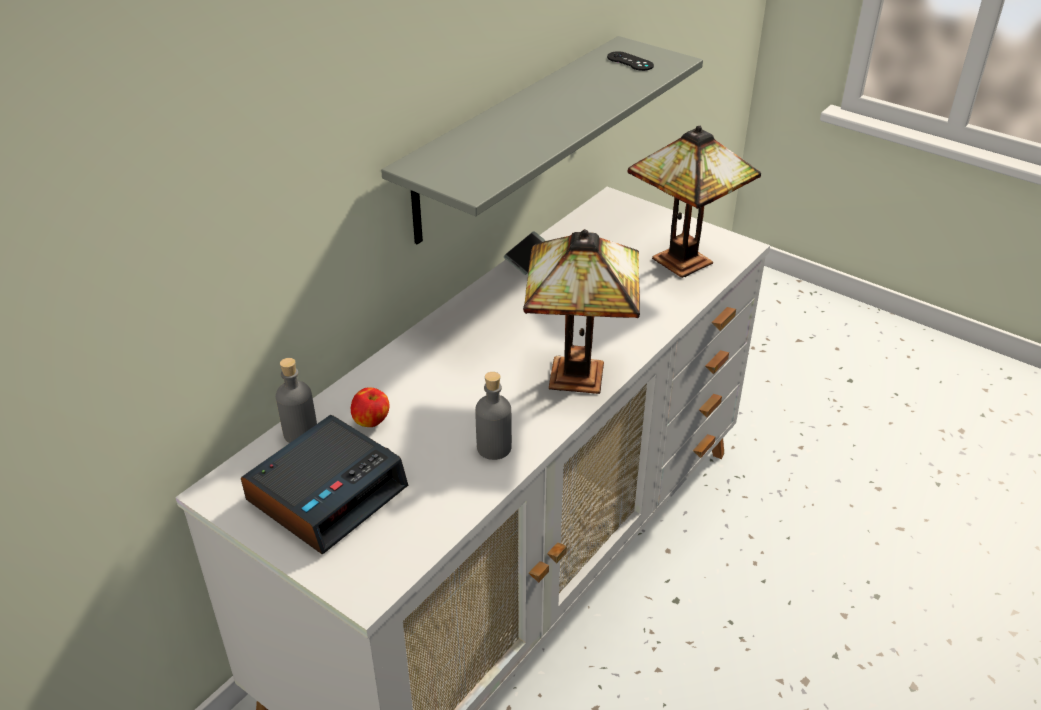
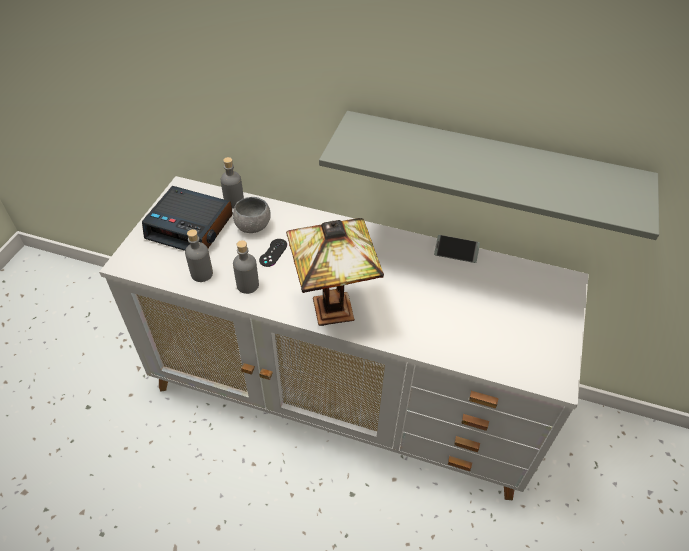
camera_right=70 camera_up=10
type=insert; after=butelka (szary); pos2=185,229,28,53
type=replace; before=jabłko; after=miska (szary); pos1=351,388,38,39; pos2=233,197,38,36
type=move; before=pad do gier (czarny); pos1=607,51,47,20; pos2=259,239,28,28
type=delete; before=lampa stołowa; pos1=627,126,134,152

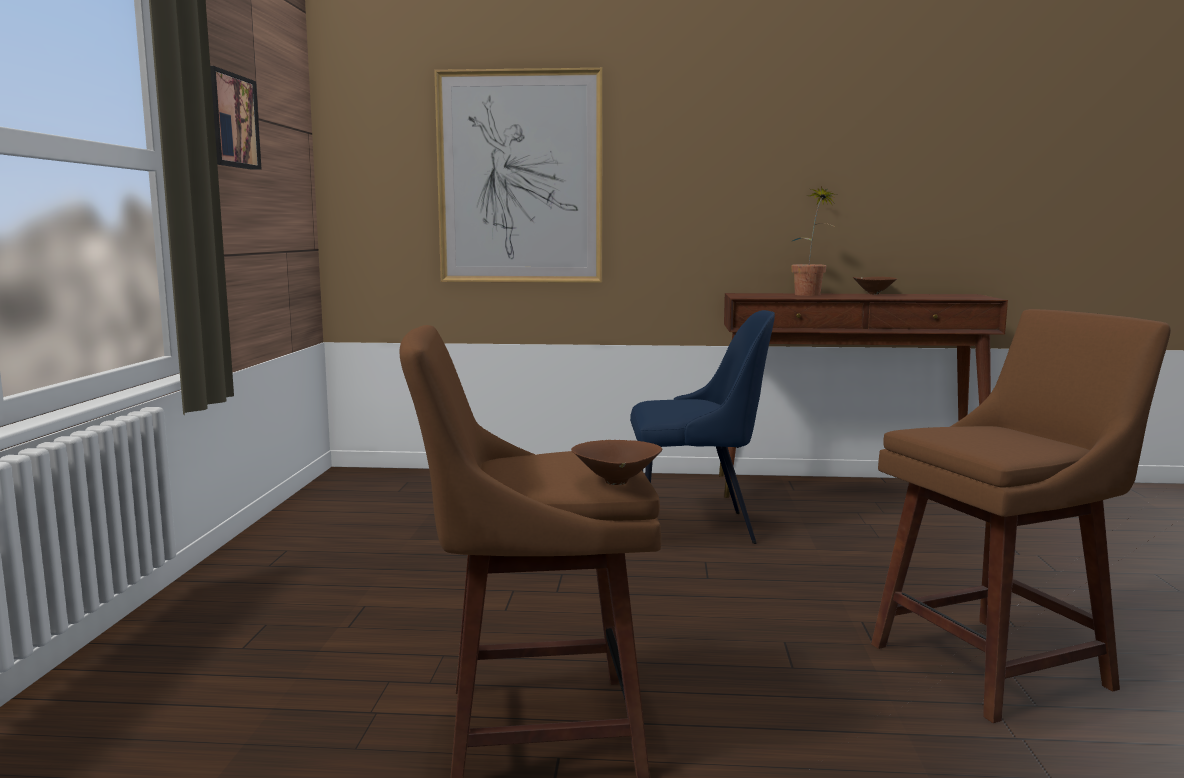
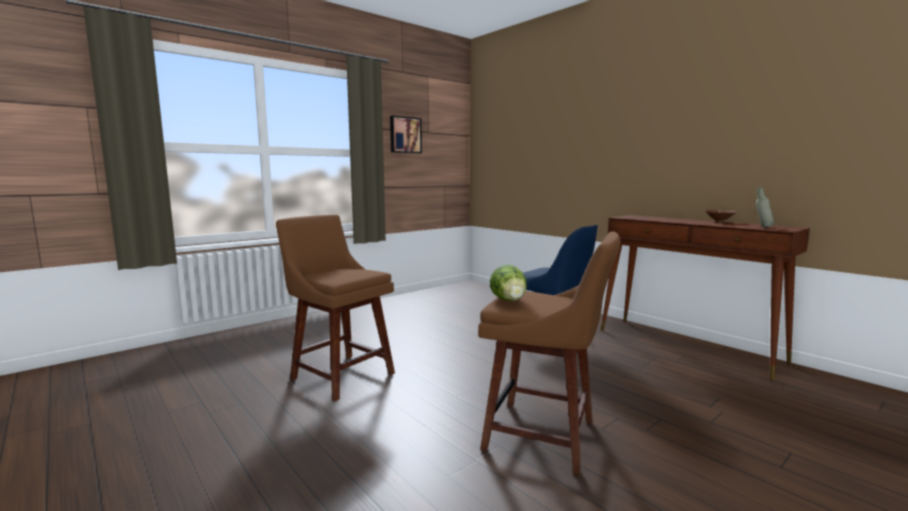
camera_right=45 camera_up=0
type=insert; after=sałata; pos2=490,265,37,36
type=insert; after=butelka (szary); pos2=756,188,18,40
type=delete; before=obraz; pos1=434,68,169,215
type=delete; before=miska (brązowy); pos1=571,440,91,45
type=delete; before=roślina doniczkowa; pos1=791,186,46,110

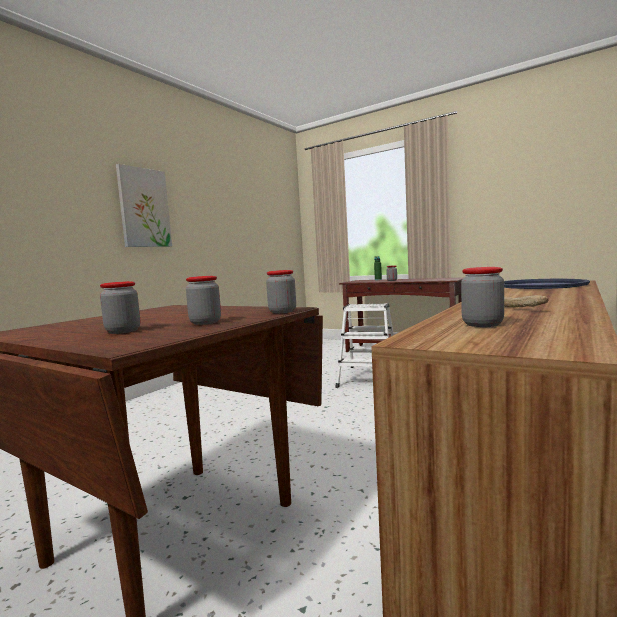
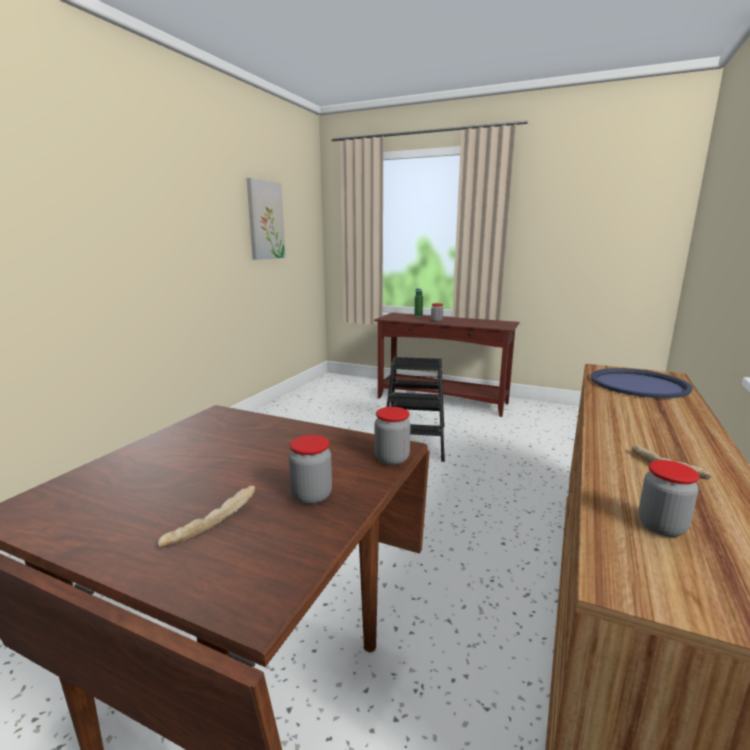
camera_right=-10 camera_up=10
type=replace; before=słoik; after=chleb; pos1=100,281,40,53; pos2=157,486,98,61
type=move; before=obraz; pos1=116,164,56,83; pos2=247,178,39,82
type=recolor; before=drabinka (biały); after=drabinka (czarny); pos1=335,303,59,85; pos2=386,357,59,105

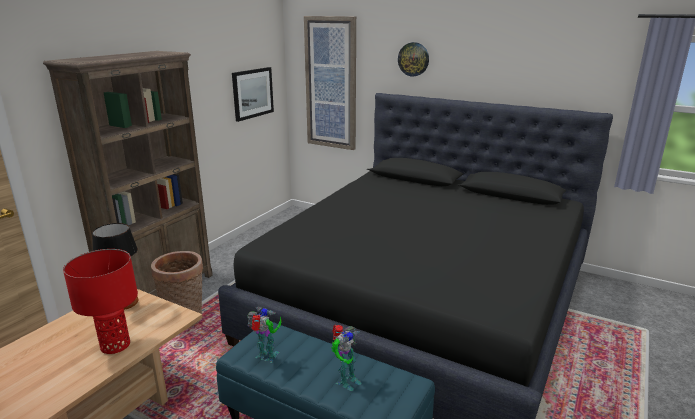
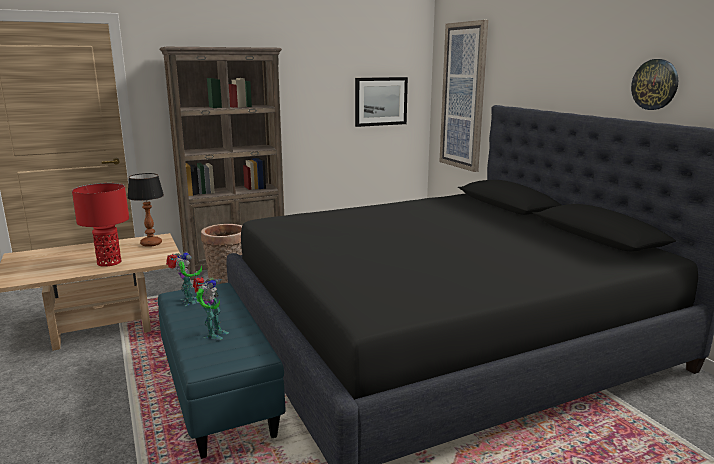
camera_right=35 camera_up=-5
type=rotate; before=robot zabawkowy; pos1=331,324,31,67; pos2=193,277,36,63; turn=-60
type=move; before=zegar ścienny; pos1=398,42,31,35; pos2=631,59,47,51

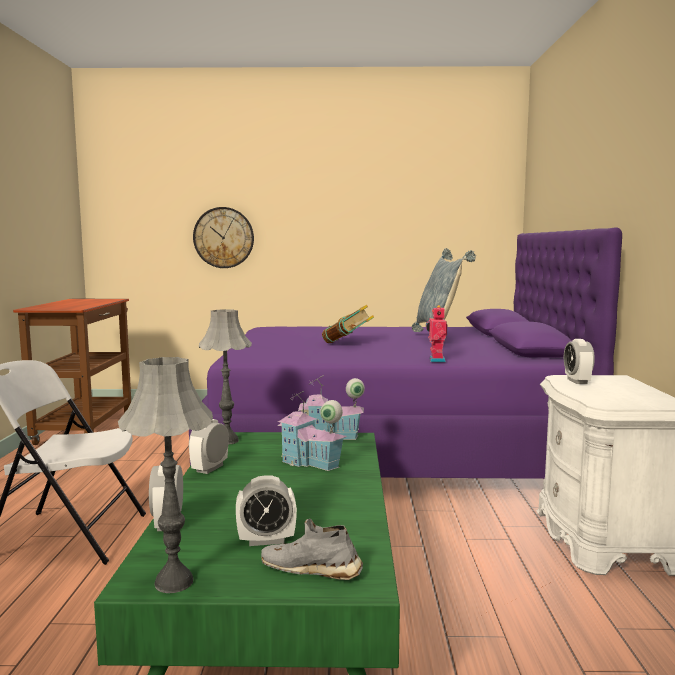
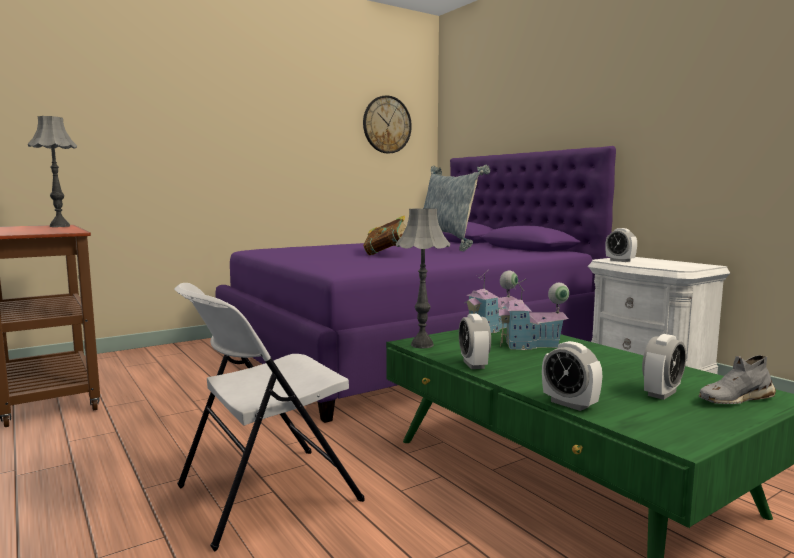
camera_right=-35 camera_up=0
type=move; before=lampa stołowa (szary); pos1=118,357,95,236; pos2=28,116,49,111
type=move; before=zegar ścienny; pos1=193,207,61,61; pos2=363,95,49,59
type=delete; before=robot zabawkowy; pos1=426,305,21,57

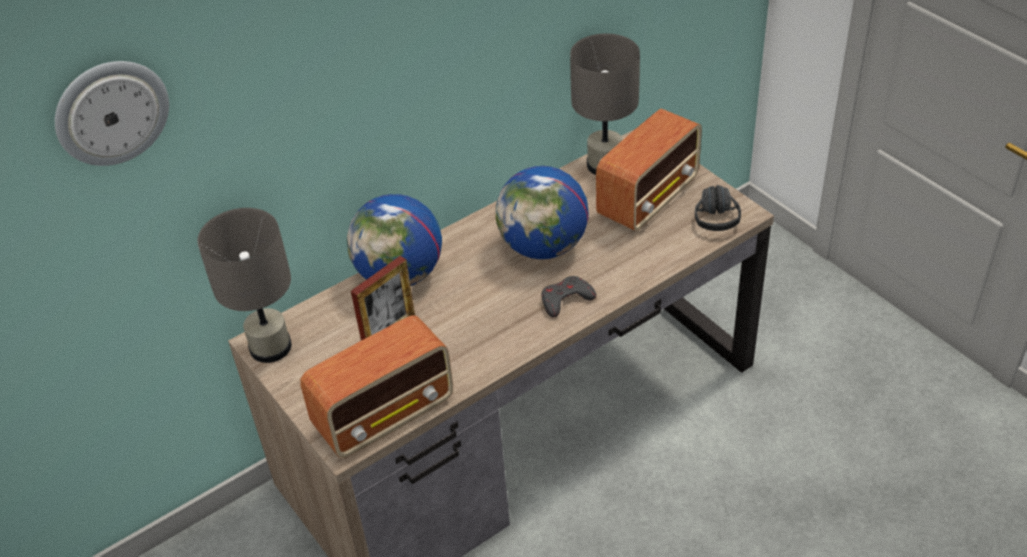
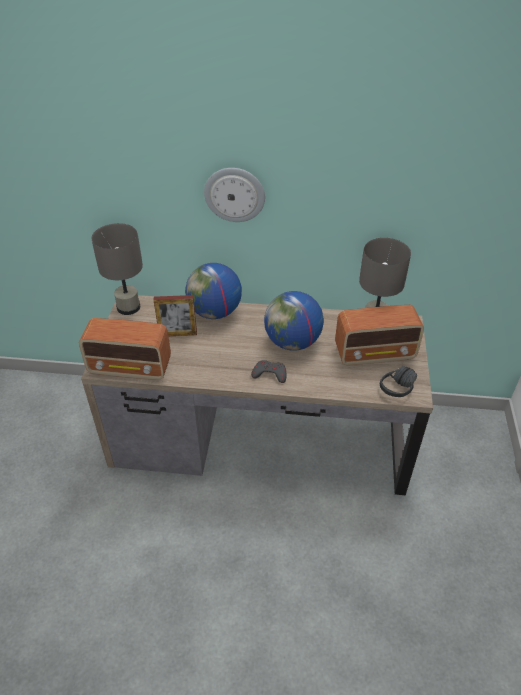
camera_right=40 camera_up=0
type=move; before=zegar ścienny; pos1=55,61,114,105; pos2=204,168,61,54

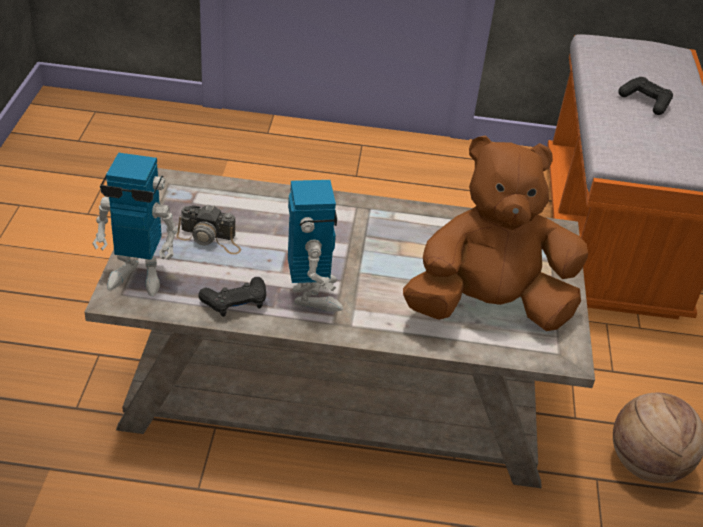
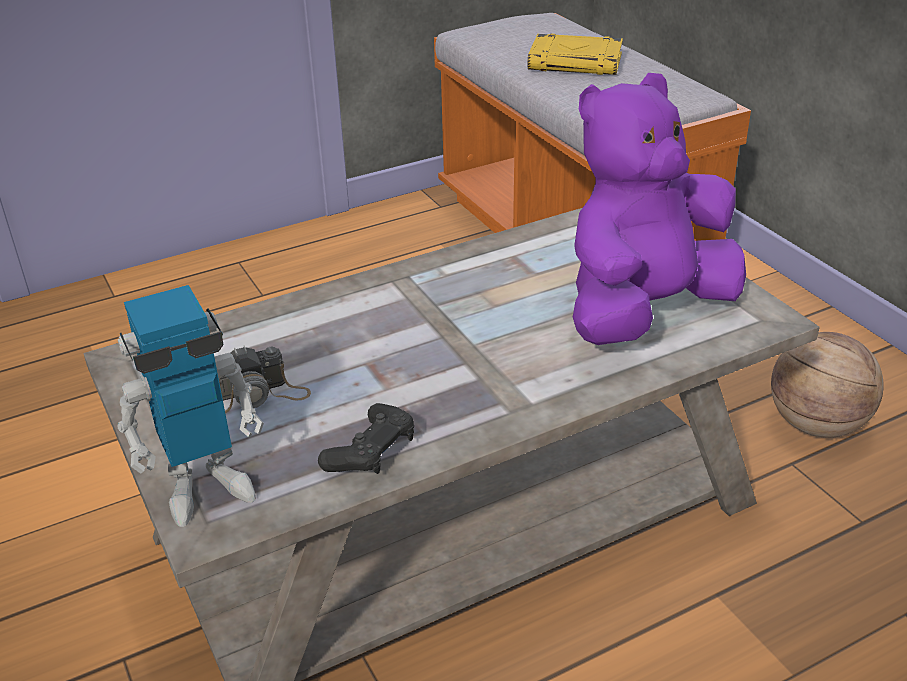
camera_right=-30 camera_up=-5
type=replace; before=pad do gier (czarny); after=książka (żółty); pos1=618,77,55,38; pos2=527,34,96,41
type=recolor; before=pluszak (brązowy); after=pluszak (fioletowy); pos1=403,135,185,196; pos2=573,73,173,272
type=delete; before=robot zabawkowy; pos1=288,180,55,132

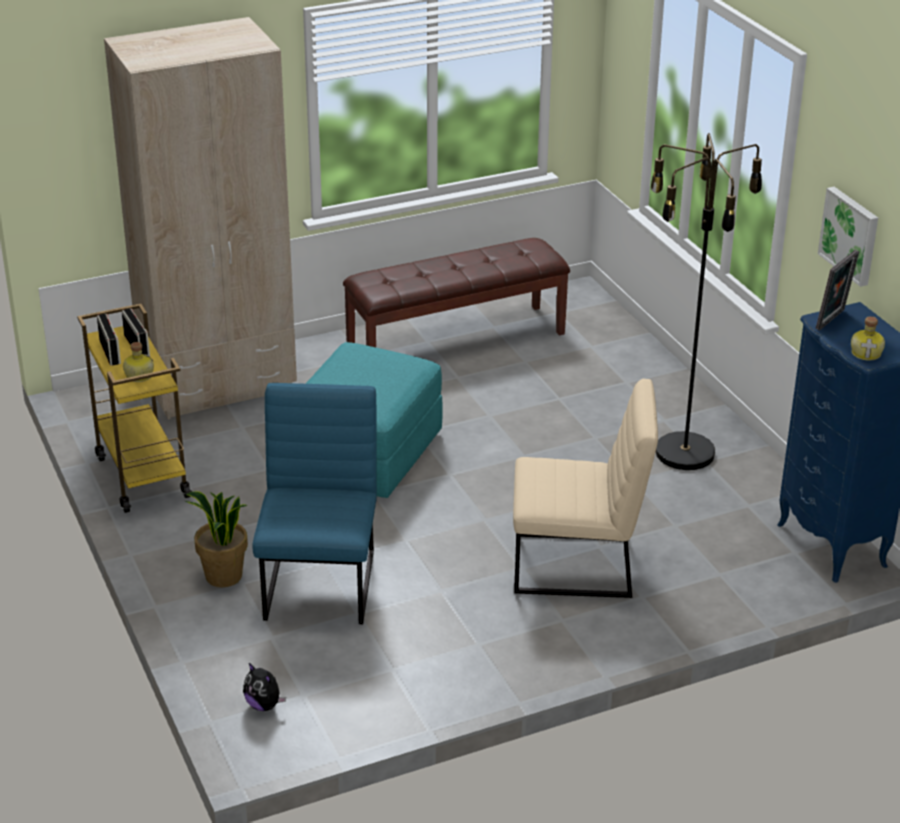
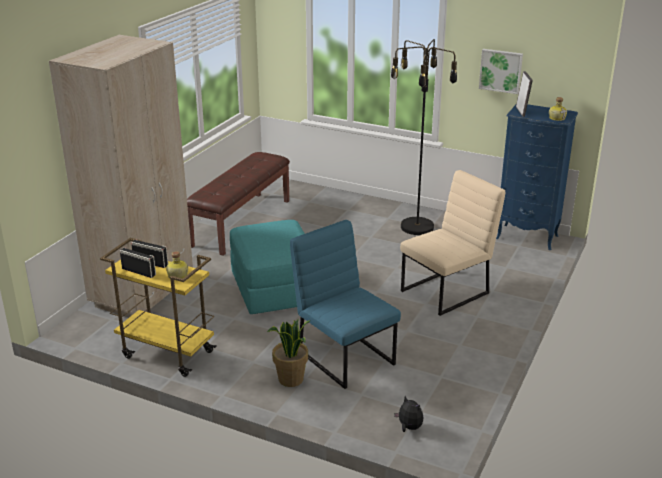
camera_right=-40 camera_up=-5
type=rotate; before=pluszak; pos1=243,663,43,48; pos2=394,396,29,36; turn=-135

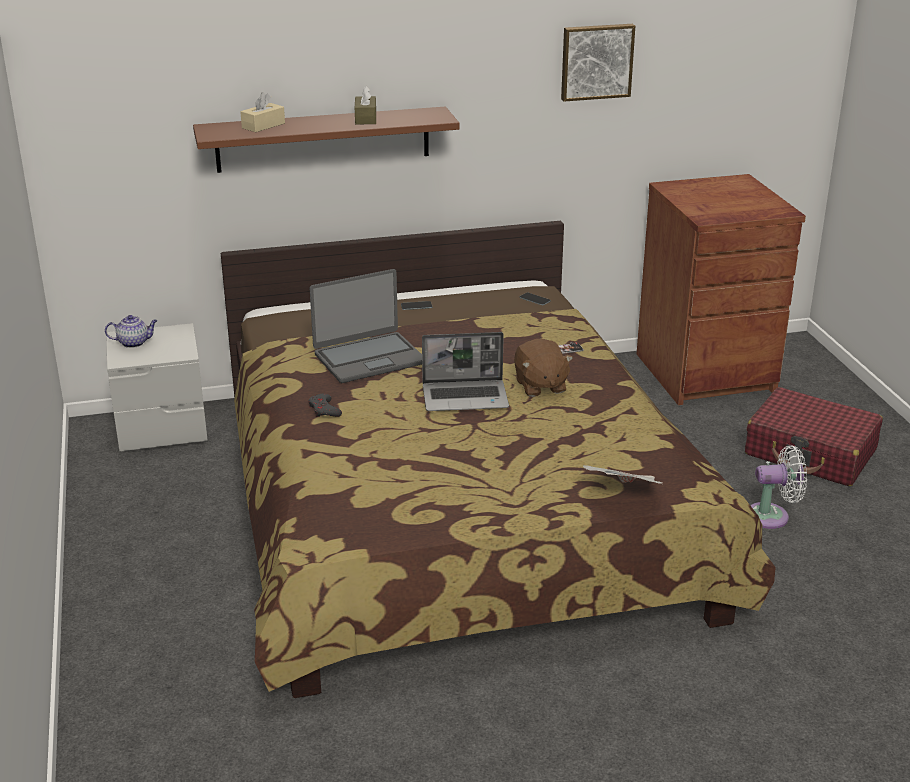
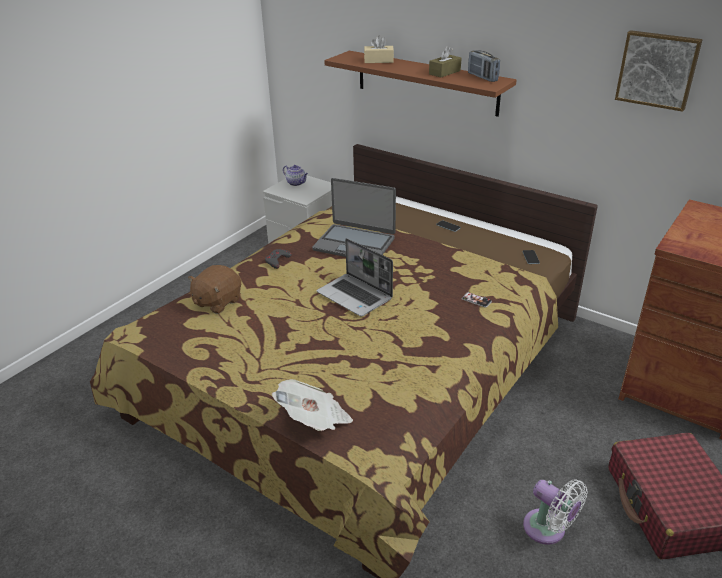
camera_right=50 camera_up=5
type=move; before=pluszak (brązowy); pos1=514,339,59,58; pos2=188,265,53,49
type=insert; after=radio; pos2=468,50,32,32

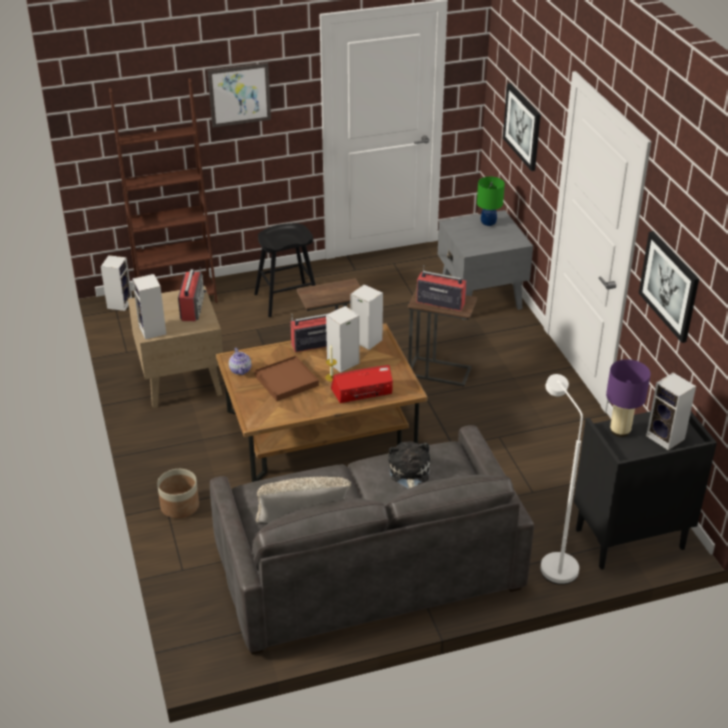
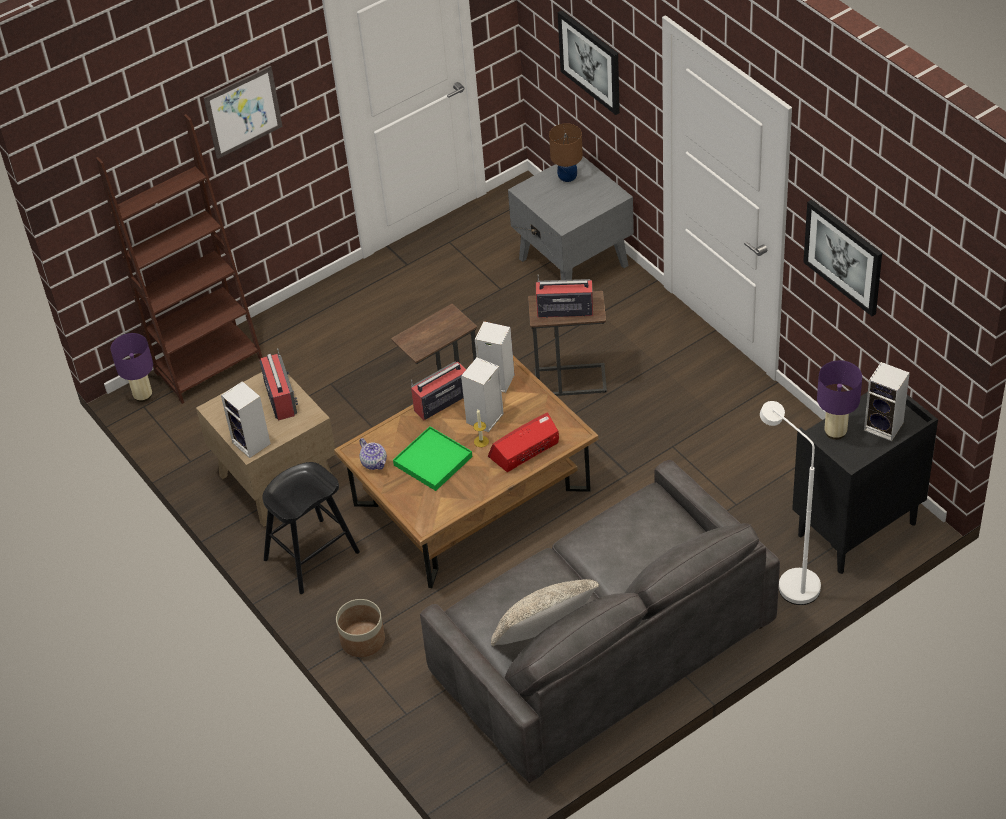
camera_right=-15 camera_up=10
type=replace; before=głośnik; after=lampa stołowa (fioletowy); pos1=101,255,31,56; pos2=111,333,42,69
type=move; before=stołek (czarny); pos1=254,223,62,94; pos2=262,462,98,132
type=recolor; before=taca (brązowy); after=taca (zielony); pos1=254,356,65,45; pos2=393,426,79,65
type=recolor; before=lampa stołowa (zielony); after=lampa stołowa (brązowy); pos1=477,177,28,49; pos2=549,123,34,59
type=delete; before=pluszak; pos1=388,441,42,48

